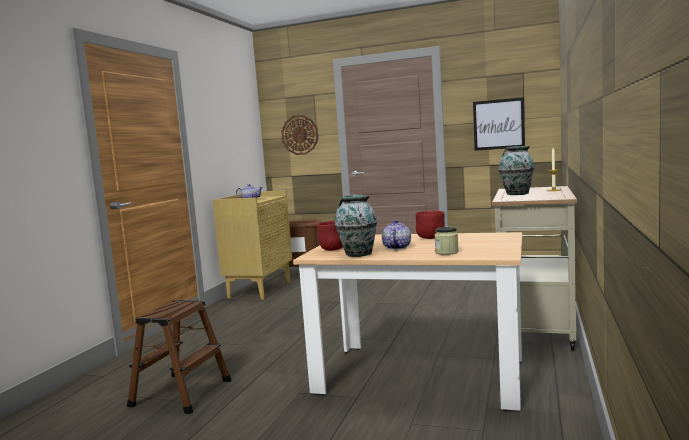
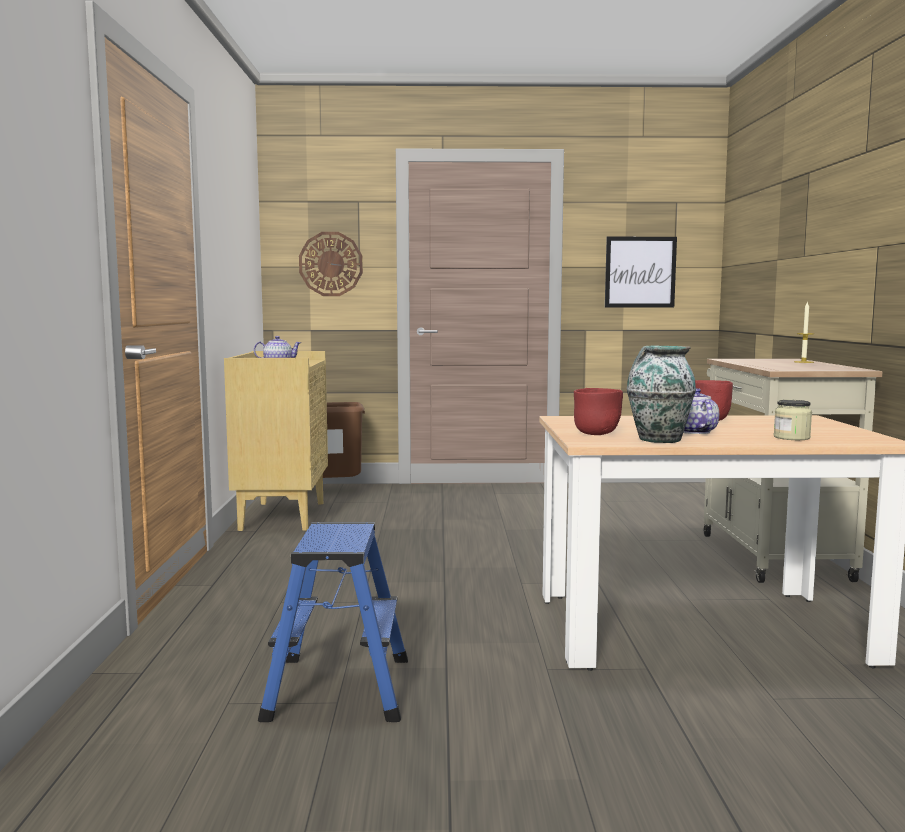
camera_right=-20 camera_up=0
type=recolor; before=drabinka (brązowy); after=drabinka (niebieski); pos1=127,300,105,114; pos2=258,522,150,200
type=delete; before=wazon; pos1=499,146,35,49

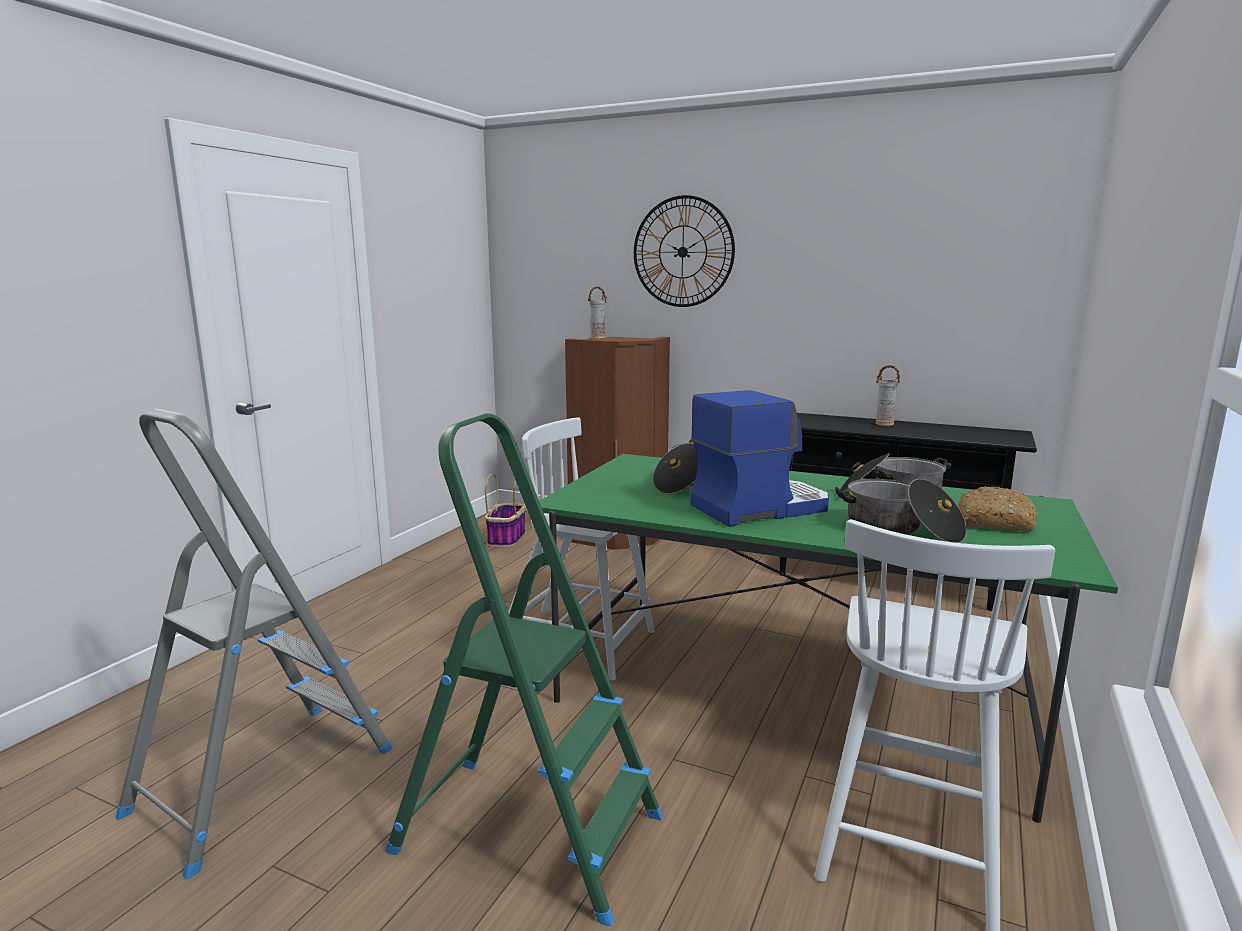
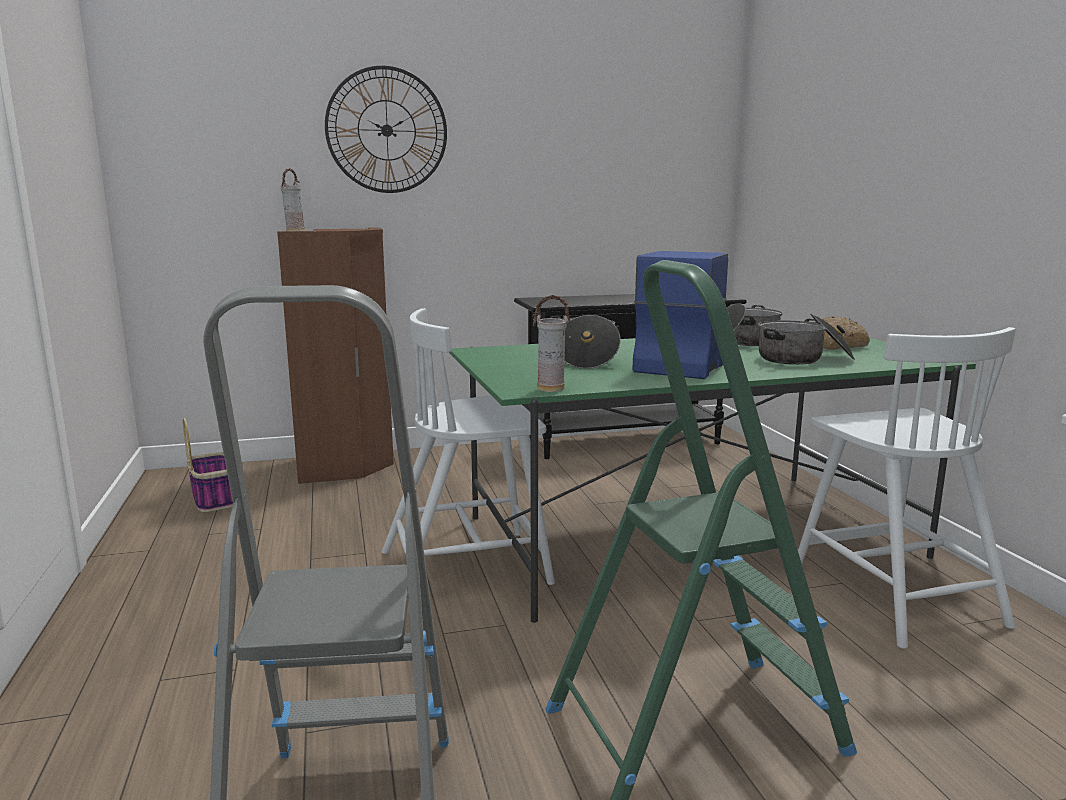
camera_right=-40 camera_up=0
type=move; before=wazon; pos1=876,365,24,61; pos2=532,295,39,97

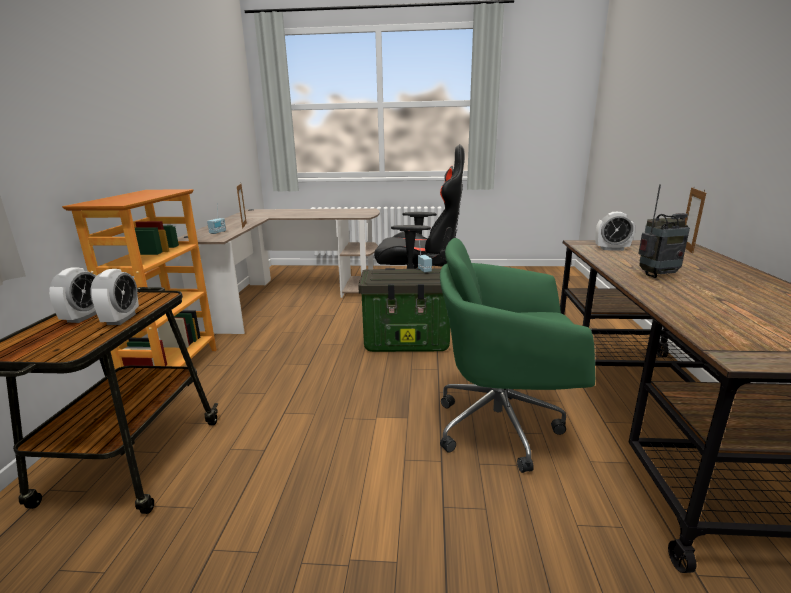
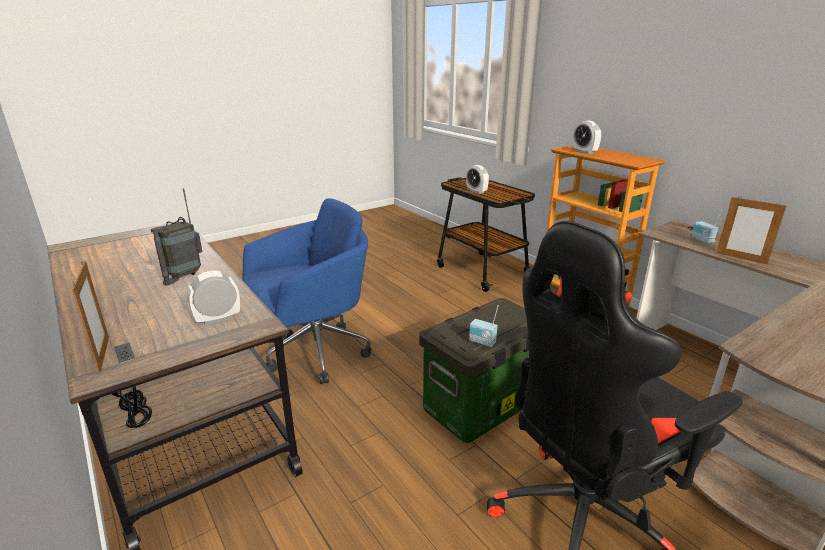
camera_right=140 camera_up=5
type=recolor; before=krzesło biurowe (zielony); after=krzesło biurowe (niebieski); pos1=440,238,155,235; pos2=243,198,128,186
type=move; before=budzik; pos1=49,267,48,56; pos2=573,121,28,33

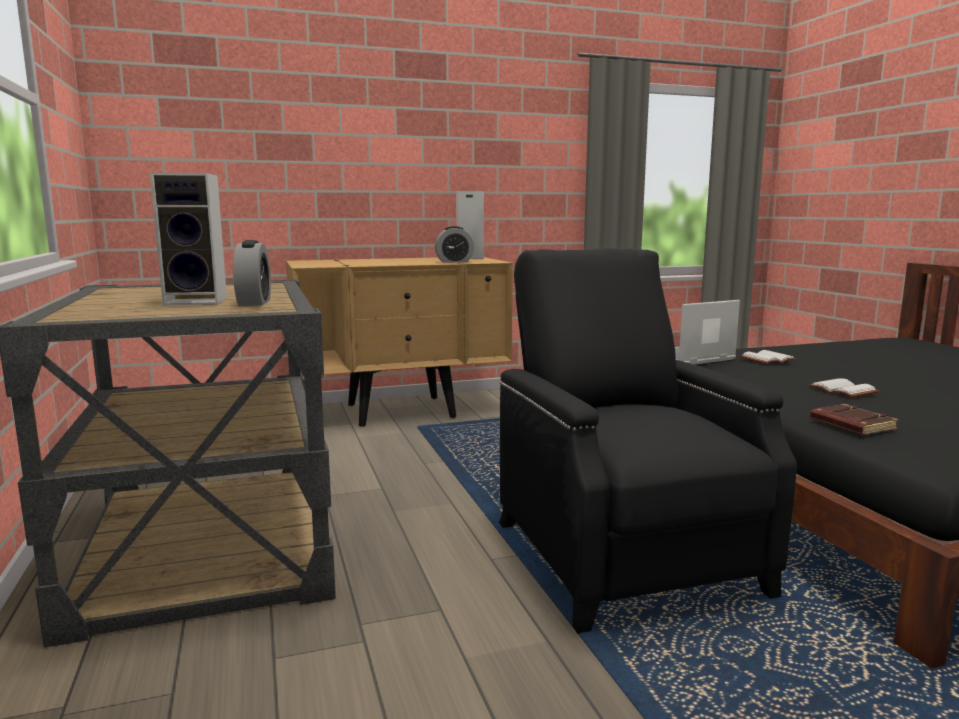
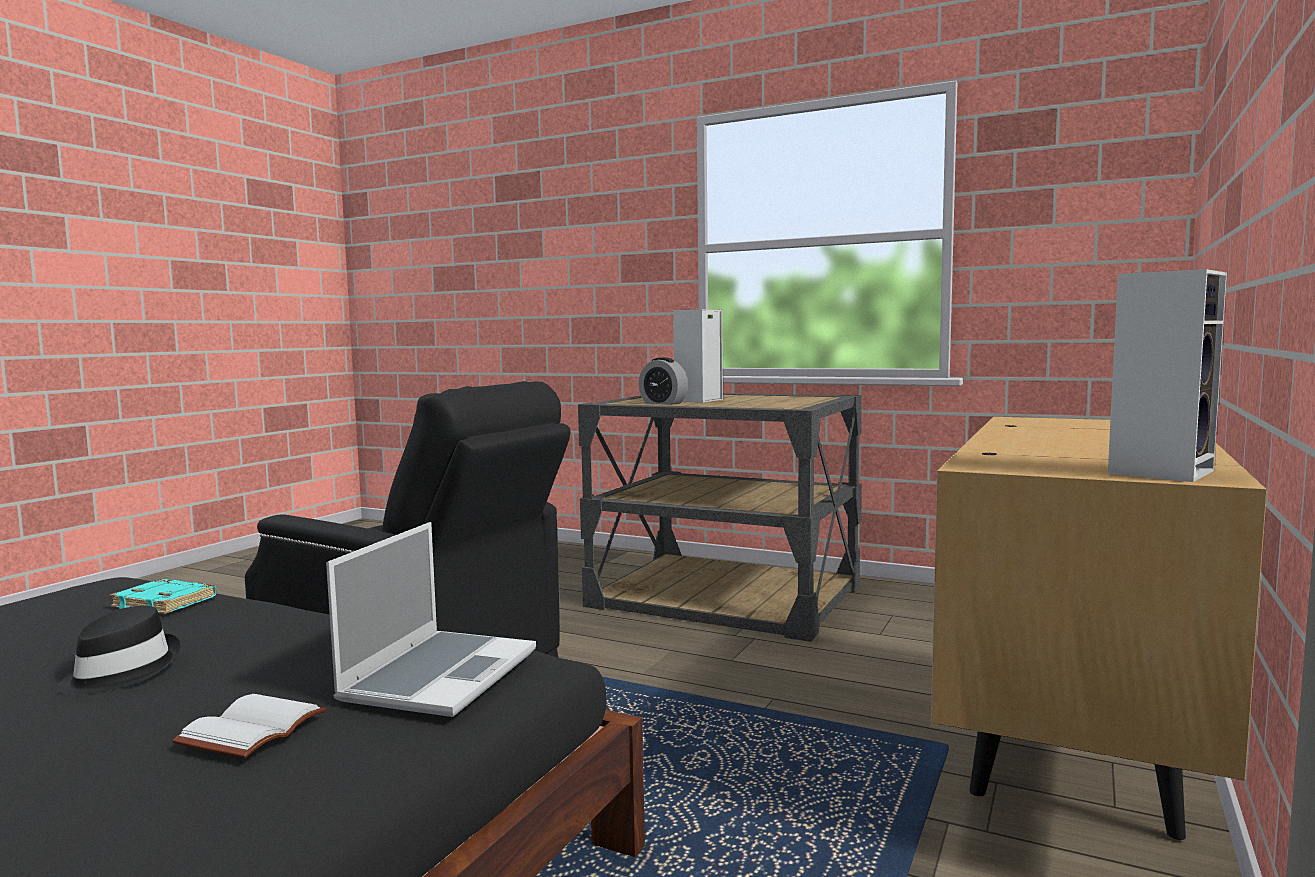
camera_right=135 camera_up=-5
type=replace; before=książka (biały); after=kapelusz (czarny); pos1=808,379,71,18; pos2=57,606,123,89
type=recolor; before=książka (brązowy); after=książka (turkusowy); pos1=810,404,89,31; pos2=110,579,106,35
type=delete; before=budzik; pos1=435,226,39,37

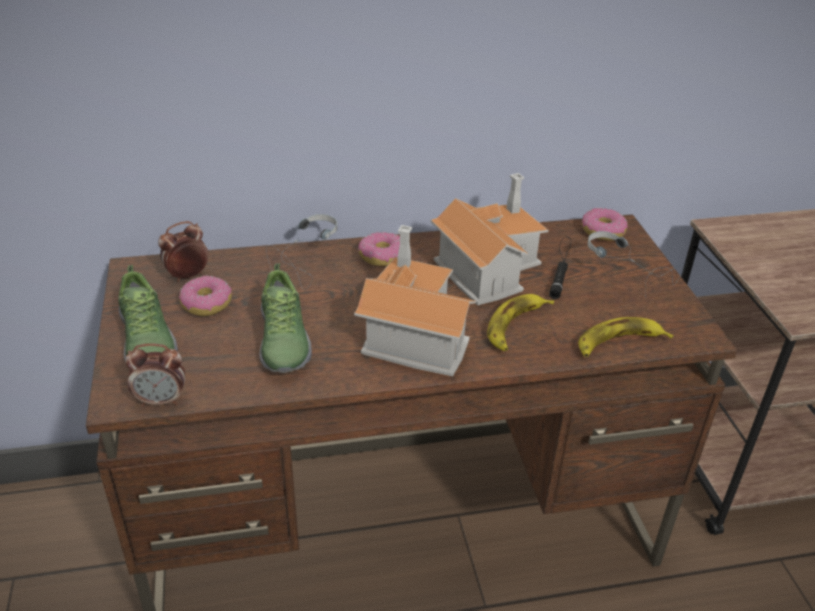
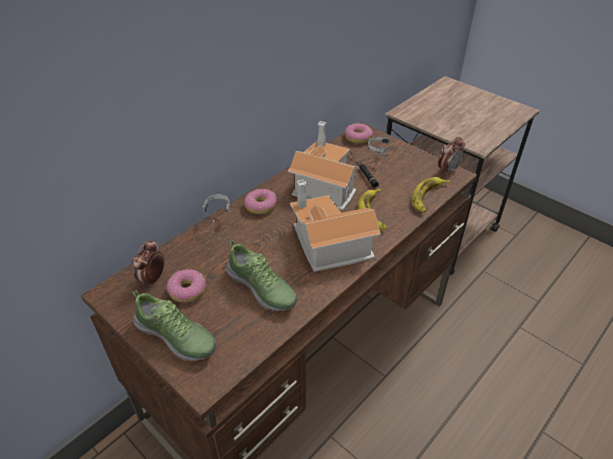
camera_right=-35 camera_up=5
type=move; before=budzik; pos1=125,343,60,63; pos2=438,137,27,38

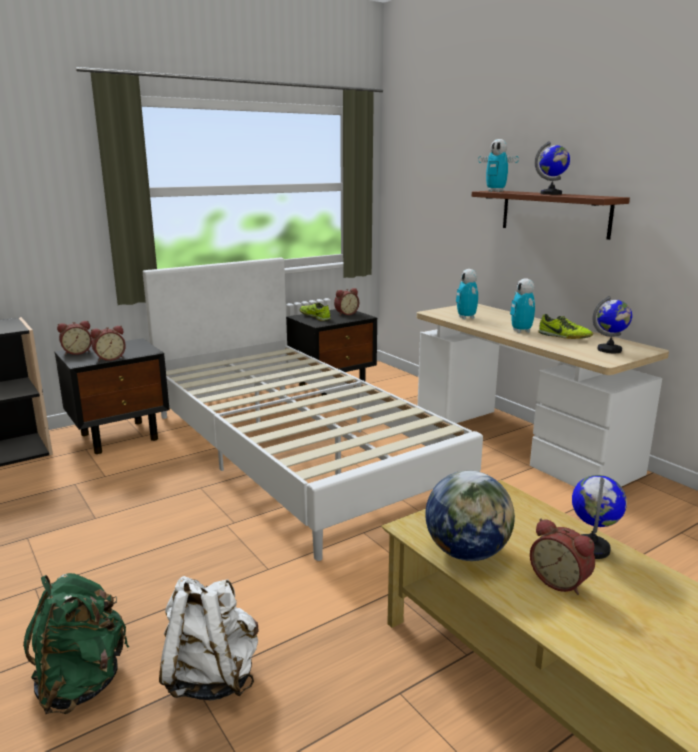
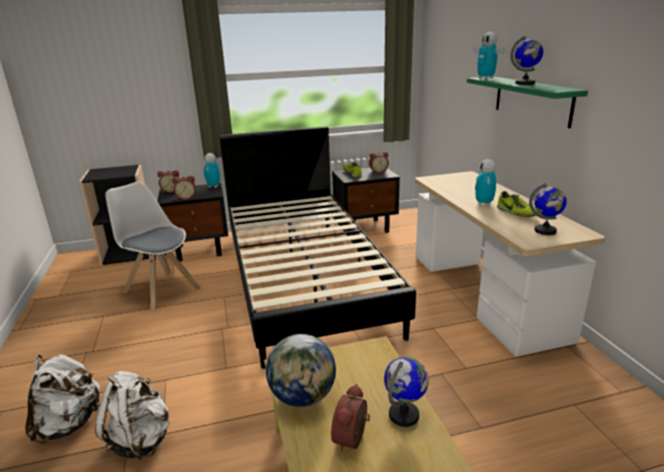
camera_right=20 camera_up=5
type=recolor; before=plecak (zielony); after=plecak (biały); pos1=23,573,106,141; pos2=25,354,75,90
type=insert; after=krzesło; pos2=105,182,96,129
type=move; before=robot zabawkowy; pos1=456,269,22,50; pos2=204,153,16,35
type=recolor; before=łóżko (biały); after=łóżko (czarny); pos1=143,257,340,304; pos2=219,126,197,243
type=rotate; before=budzik; pos1=530,518,65,77; pos2=331,384,39,68; turn=45
type=recolor; before=półka (brązowy); after=półka (zielony); pos1=472,191,158,49; pos2=467,76,121,52

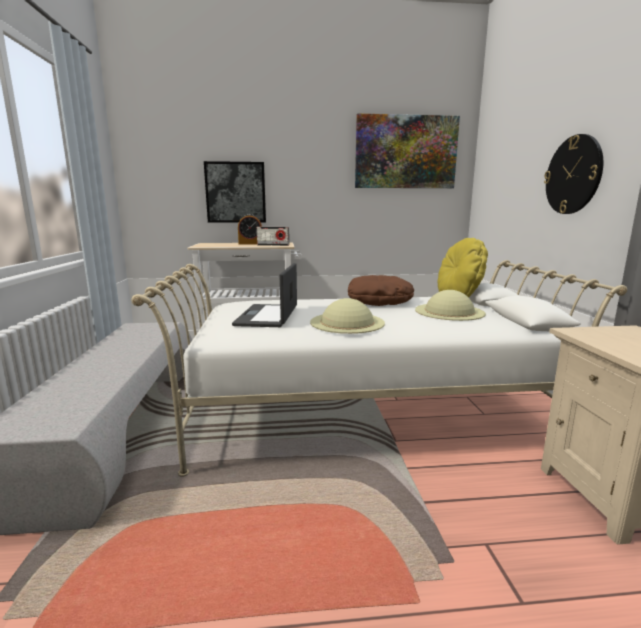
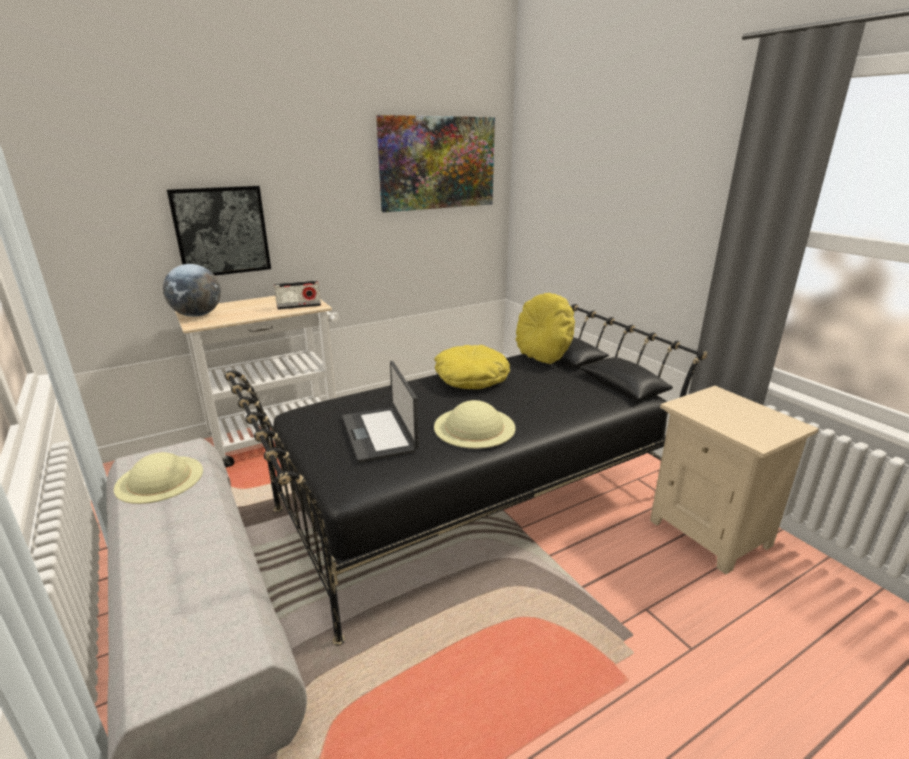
camera_right=-25 camera_up=10
type=move; before=kapelusz (beżowy); pos1=415,290,71,31; pos2=114,452,89,52
type=insert; after=globus; pos2=163,264,58,53
type=recolor; before=łóżko (biały); after=łóżko (czarny); pos1=131,260,496,217; pos2=224,304,483,342
type=recolor; before=poduszka (brązowy); after=poduszka (żółty); pos1=348,275,66,31; pos2=434,345,76,44
type=delete; before=budzik; pos1=238,214,24,31
type=delete; before=zegar ścienny; pos1=544,134,59,80

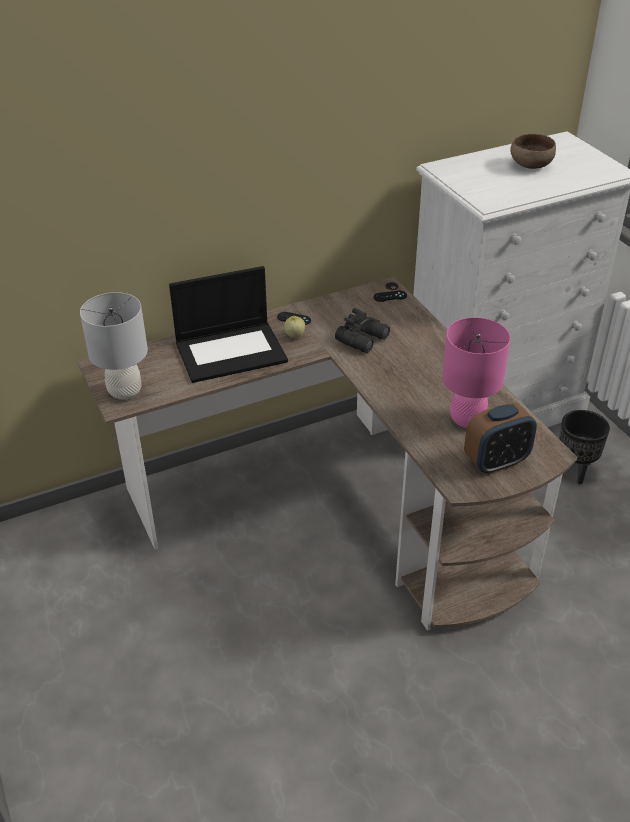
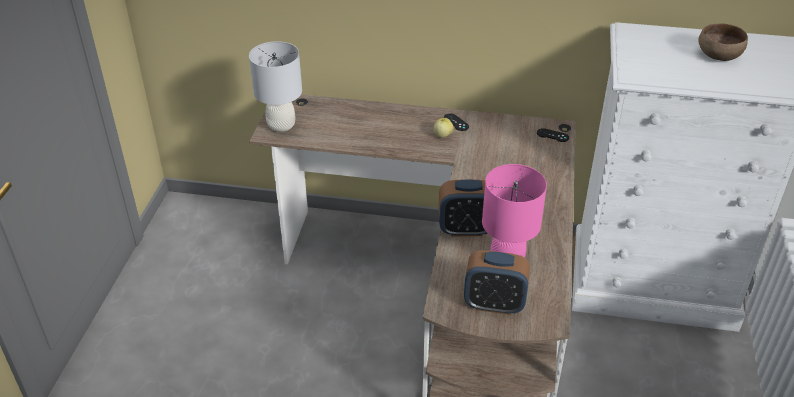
camera_right=35 camera_up=0
type=insert; after=budzik; pos2=439,179,48,57
type=delete; before=laptop; pos1=169,266,119,117
type=delete; before=lornetka (czarny); pos1=335,308,55,45
type=delete; before=donica (czarny); pos1=559,410,51,74

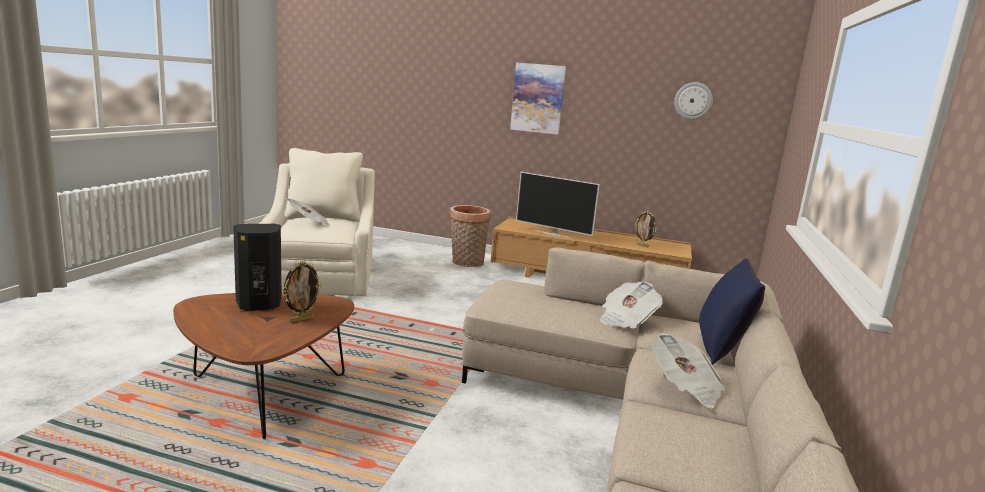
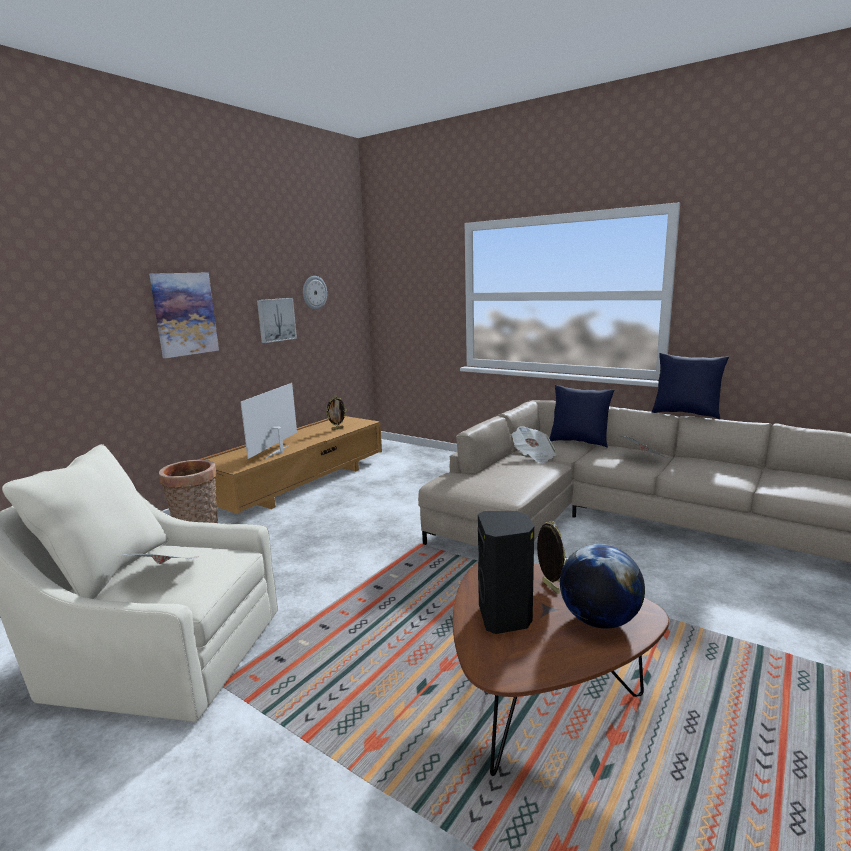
camera_right=-70 camera_up=0
type=rotate; before=telewizor; pos1=516,172,84,67; pos2=240,383,57,76; turn=150
type=insert; after=obraz; pos2=257,298,40,45
type=insert; after=globus; pos2=560,544,85,85
type=insert; after=poduszka (niebieski); pos2=652,353,77,66

